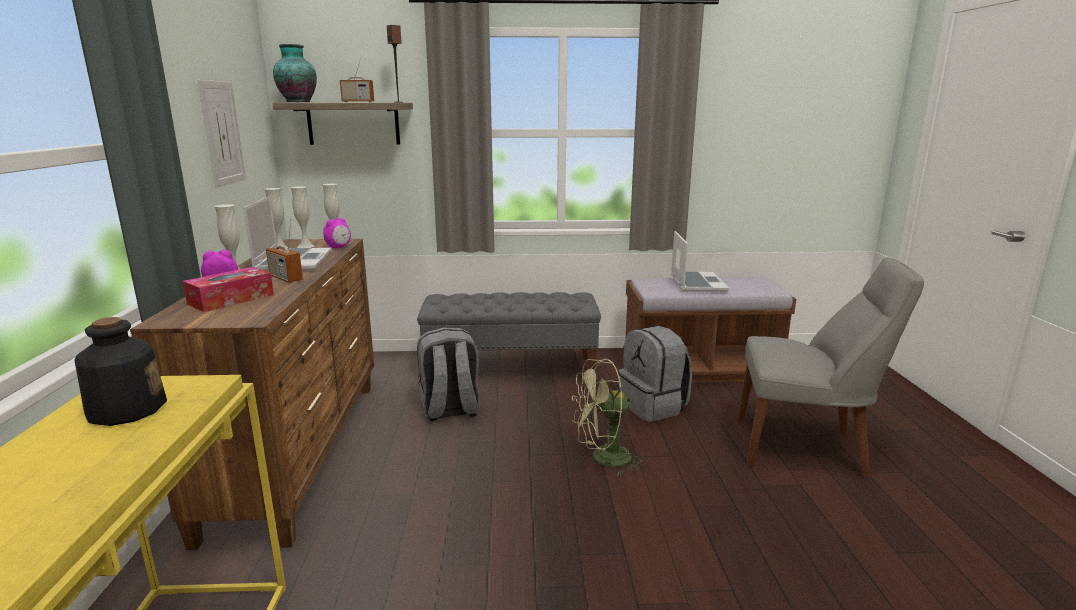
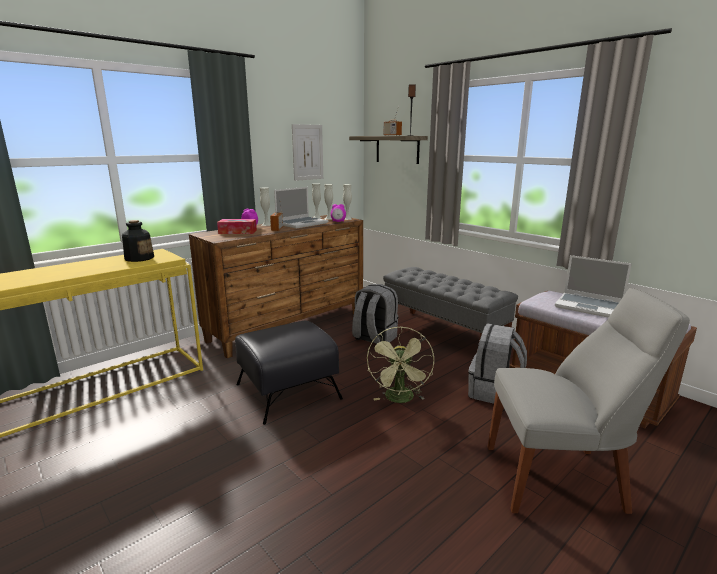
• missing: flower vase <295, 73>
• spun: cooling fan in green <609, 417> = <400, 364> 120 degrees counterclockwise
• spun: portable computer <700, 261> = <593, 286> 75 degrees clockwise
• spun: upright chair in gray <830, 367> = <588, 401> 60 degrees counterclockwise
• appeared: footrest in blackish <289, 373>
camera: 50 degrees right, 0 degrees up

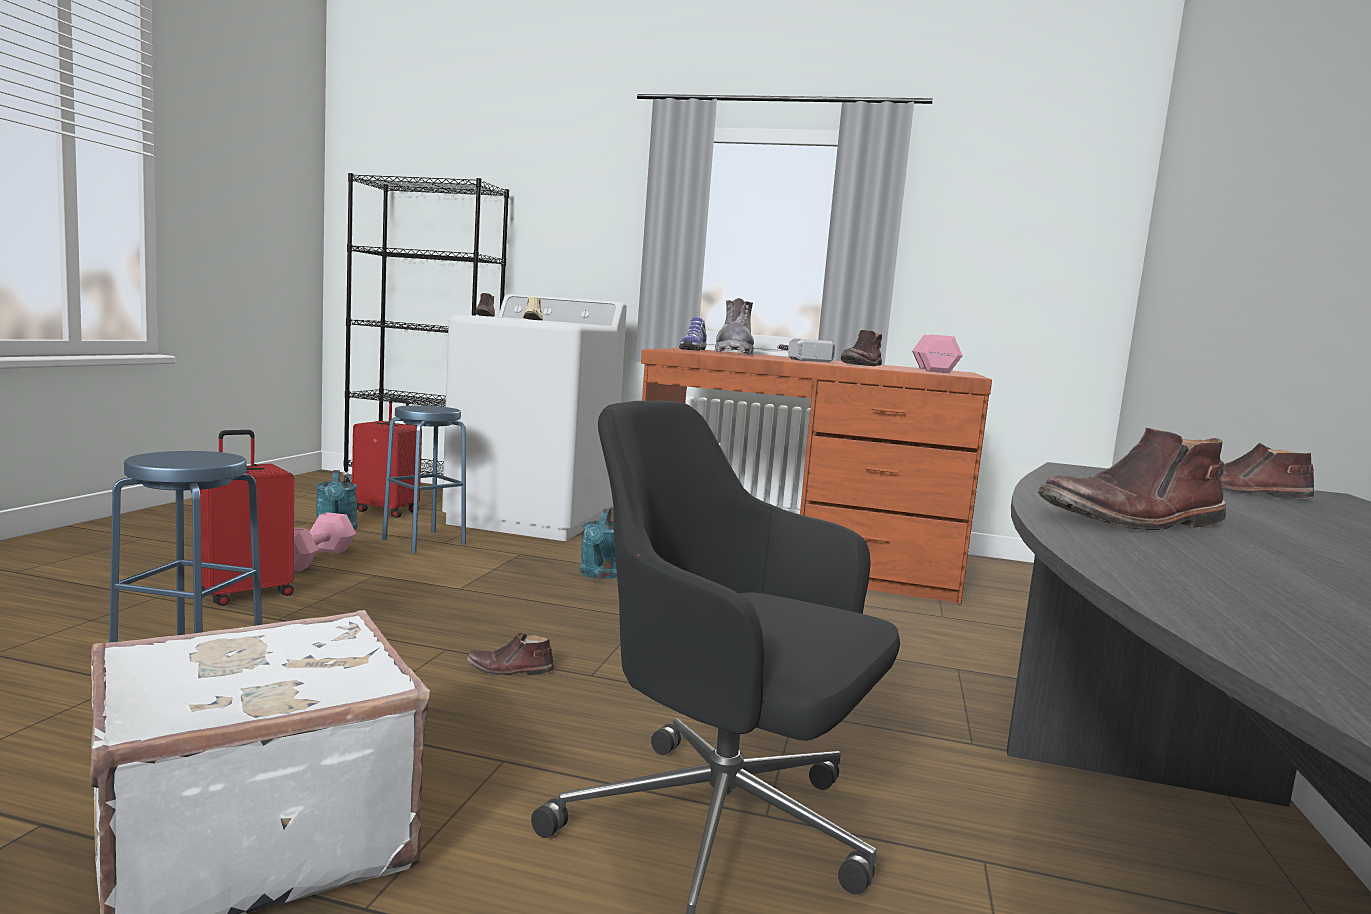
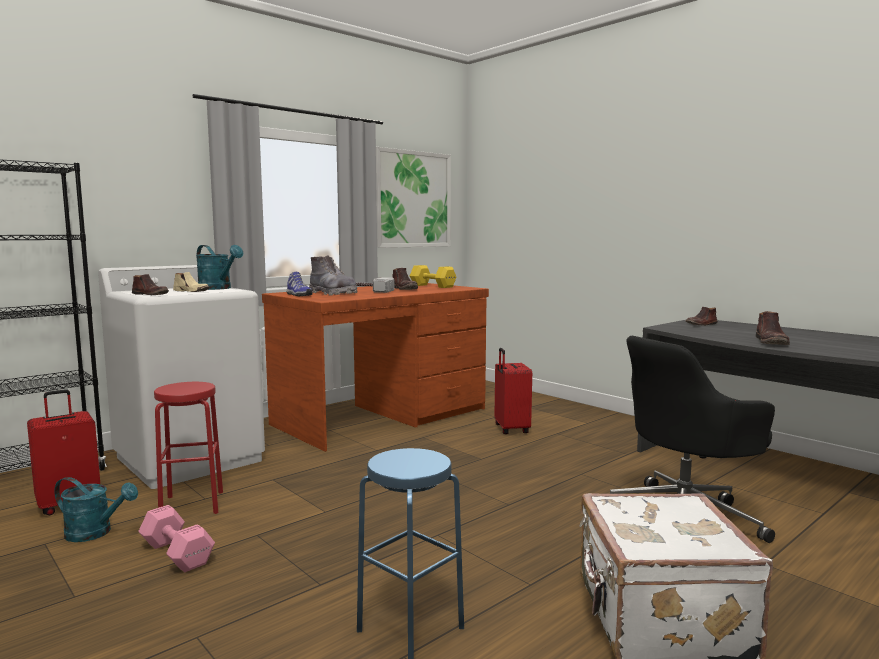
• relocated: suitcase in red <247, 518> to <513, 391>
• colour: sitting stool in blue <424, 479> to sitting stool in red <188, 448>
• missing: shoe in brownish <510, 654>
• relocated: watering can in turquoise <598, 543> to <219, 267>
• colour: free weight in pink-coloured <937, 354> to free weight in yellow <433, 276>
• appeared: picture <413, 197>
camera: 55 degrees left, 0 degrees up

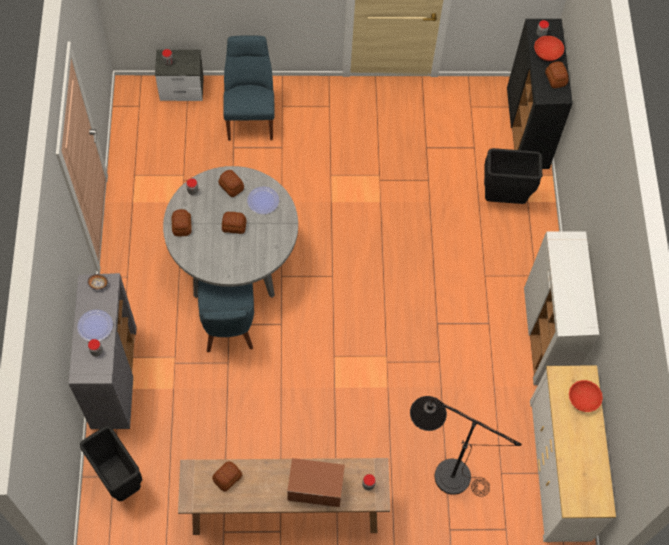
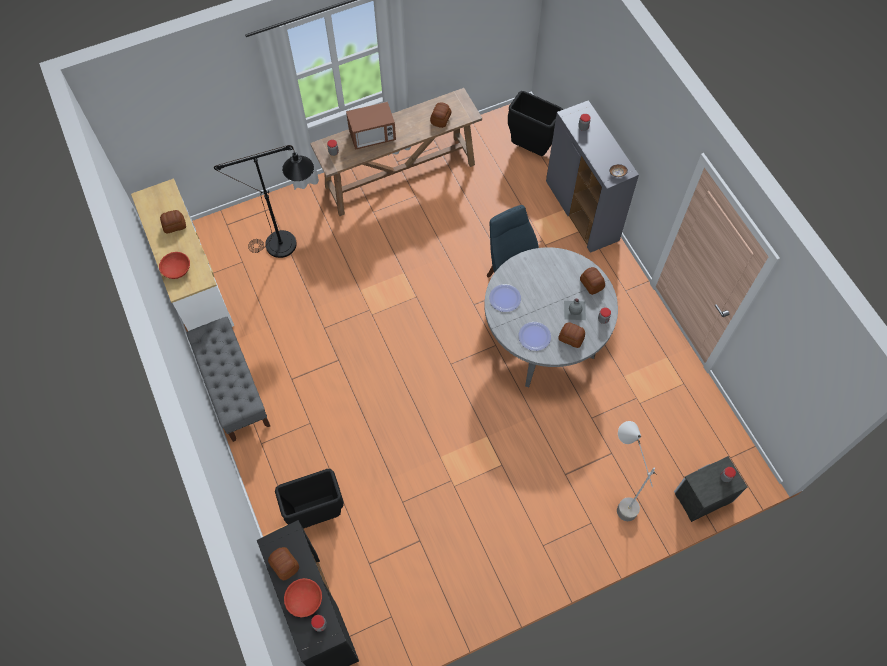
• relocated: dinner plate <95, 325> to <505, 298>
• relocated: baked bread <234, 223> to <173, 222>
• exchanged: upright chair in blue <248, 88> to floor lamp in gray <637, 471>
• exchanged: storage cabinet in white <561, 308> to indoor bench in gray <228, 379>
• appeared: drink bottle in gray <575, 309>
camera: 160 degrees right, 0 degrees up

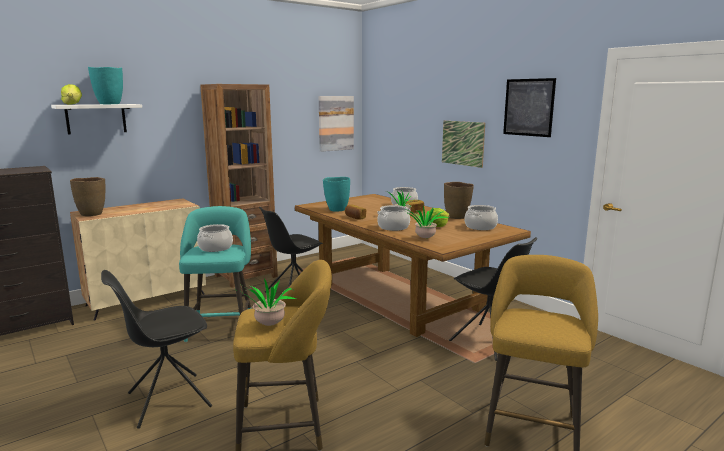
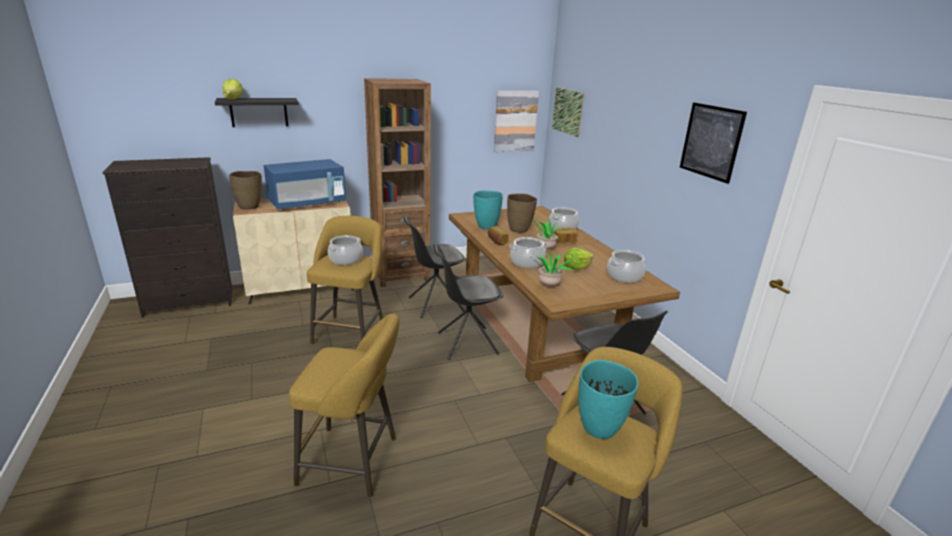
• colour: shelf in white <96, 119> to shelf in blackish <257, 112>
• relocated: flower vase in turquoise <105, 85> to <608, 399>
• relocated: upright chair in blackish <156, 349> to <468, 301>
• colour: sitting stool in turquoise <215, 274> to sitting stool in yellow <345, 280>
• missing: potted plant <266, 302>
• relocated: picture <463, 144> to <568, 112>
• relocated: flower vase in brownish <459, 200> to <522, 213>
• appeared: microwave oven in blue <305, 184>
camera: 15 degrees right, 10 degrees up

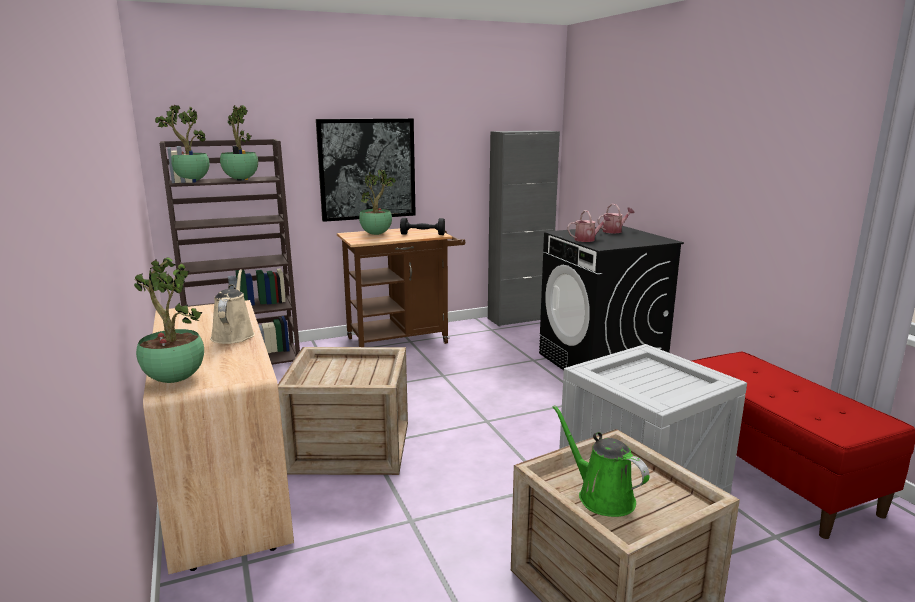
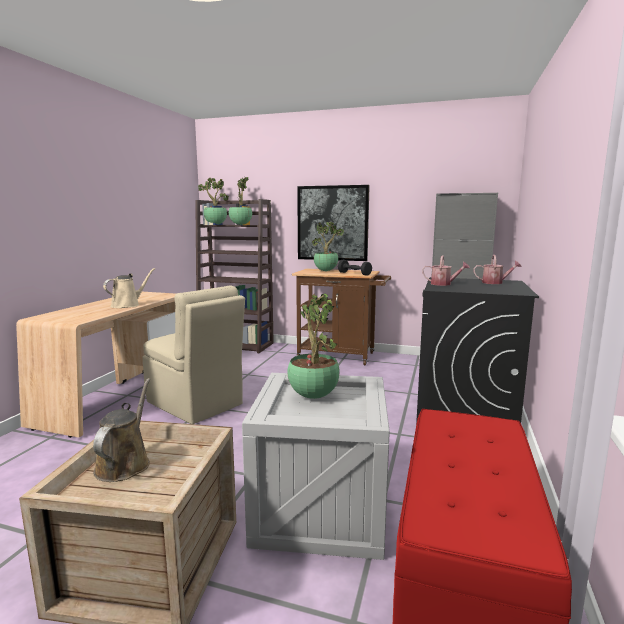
• relocated: potted plant <168, 320> to <313, 346>
• exchanged: shipping crate <343, 411> to upright chair in beige-coloured <194, 354>
• colour: watering can in green <601, 461> to watering can in brownish <121, 430>
camera: 40 degrees right, 5 degrees down

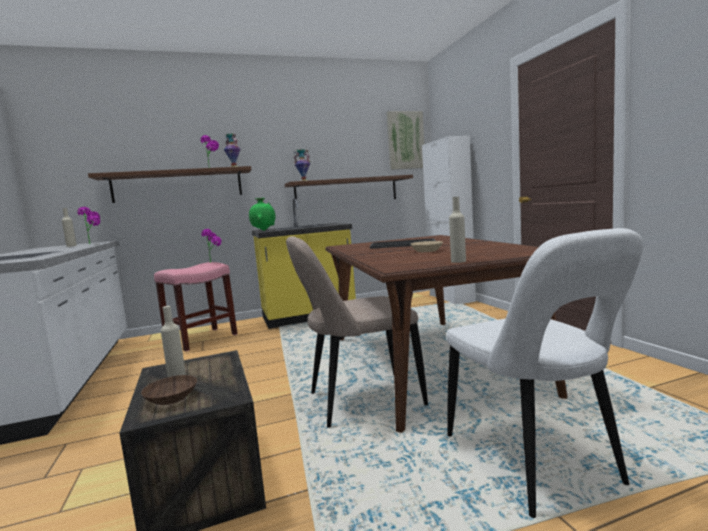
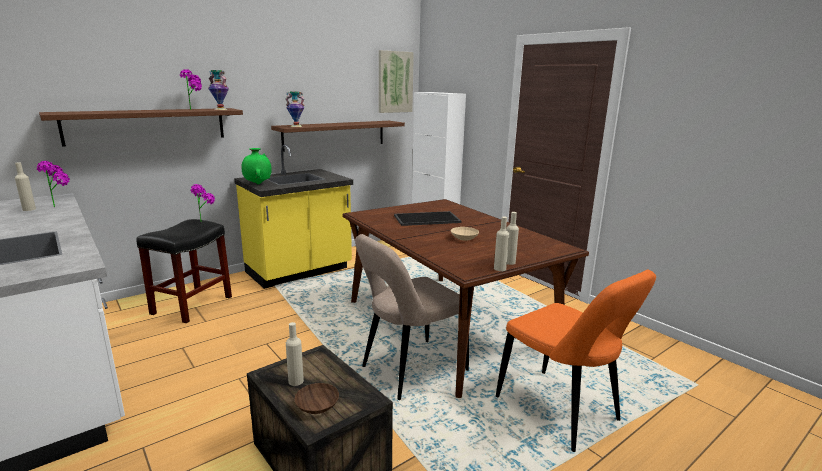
• colour: sitting stool in pink-coloured <196, 306> to sitting stool in blackish <184, 271>
• colour: upright chair in white <545, 373> to upright chair in orange-coloured <576, 361>
• appeared: drink bottle in beige-coloured <501, 243>
camera: 20 degrees left, 10 degrees up

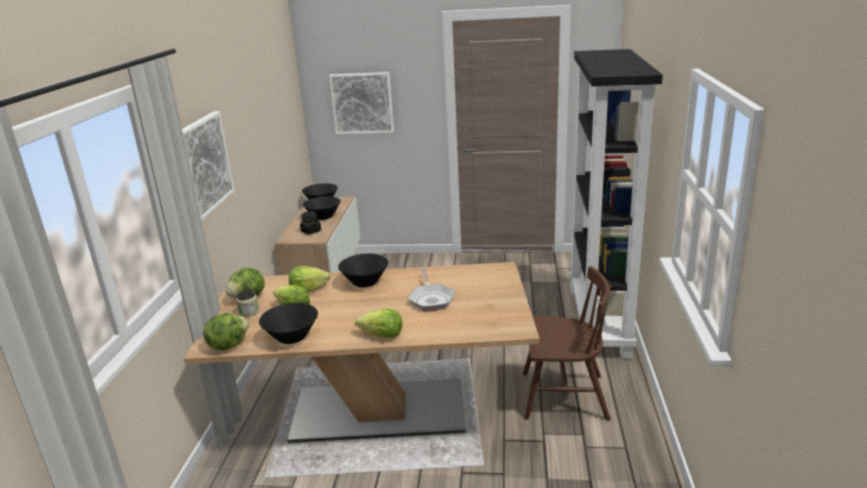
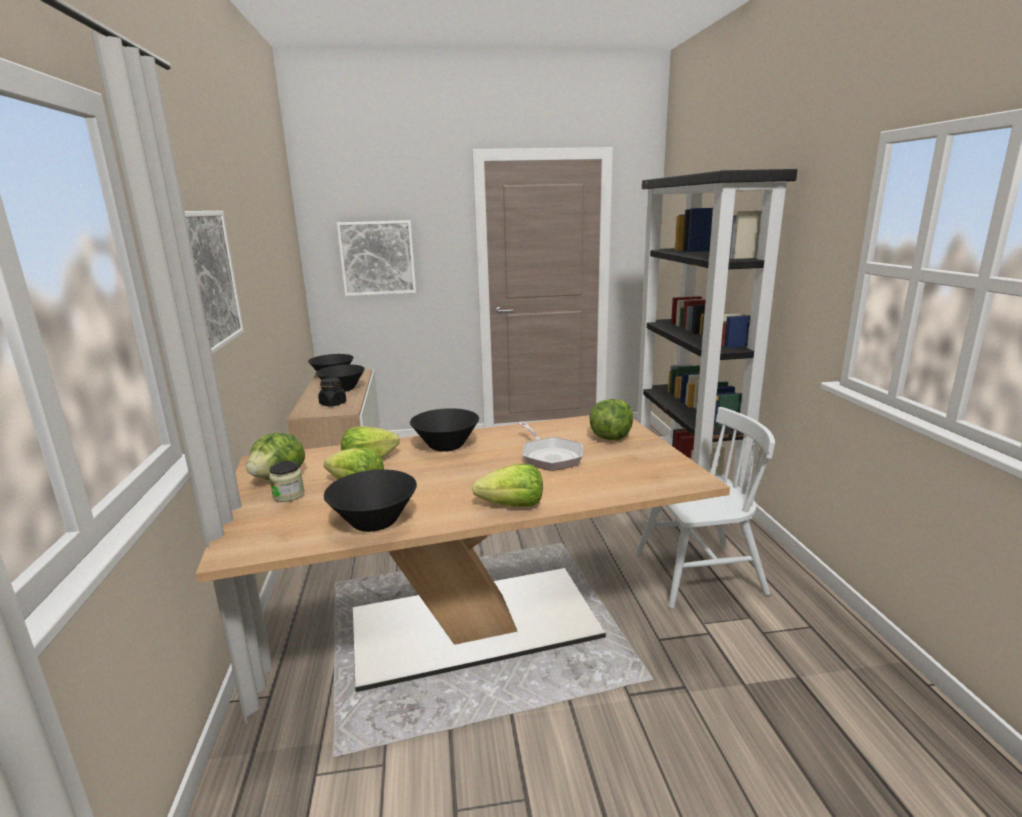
• relocated: lettuce <226, 331> to <611, 419>
• colour: upright chair in brownish <567, 343> to upright chair in white <705, 507>
camera: 15 degrees left, 5 degrees down

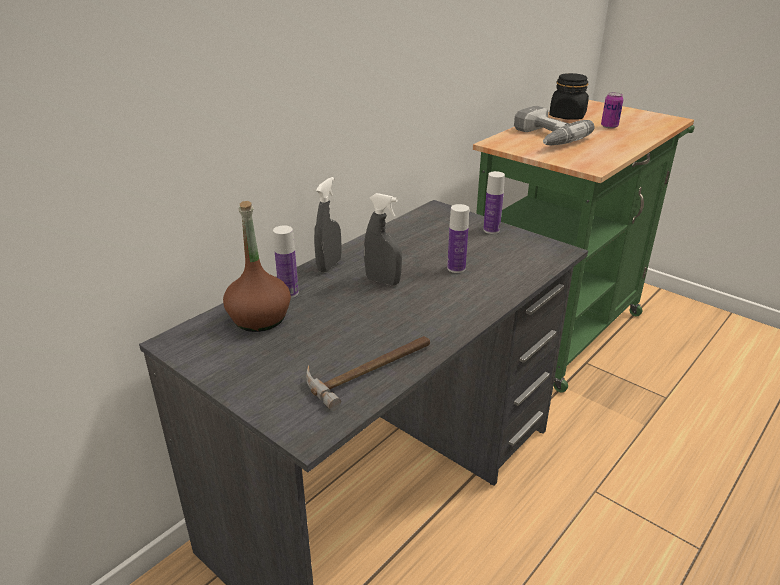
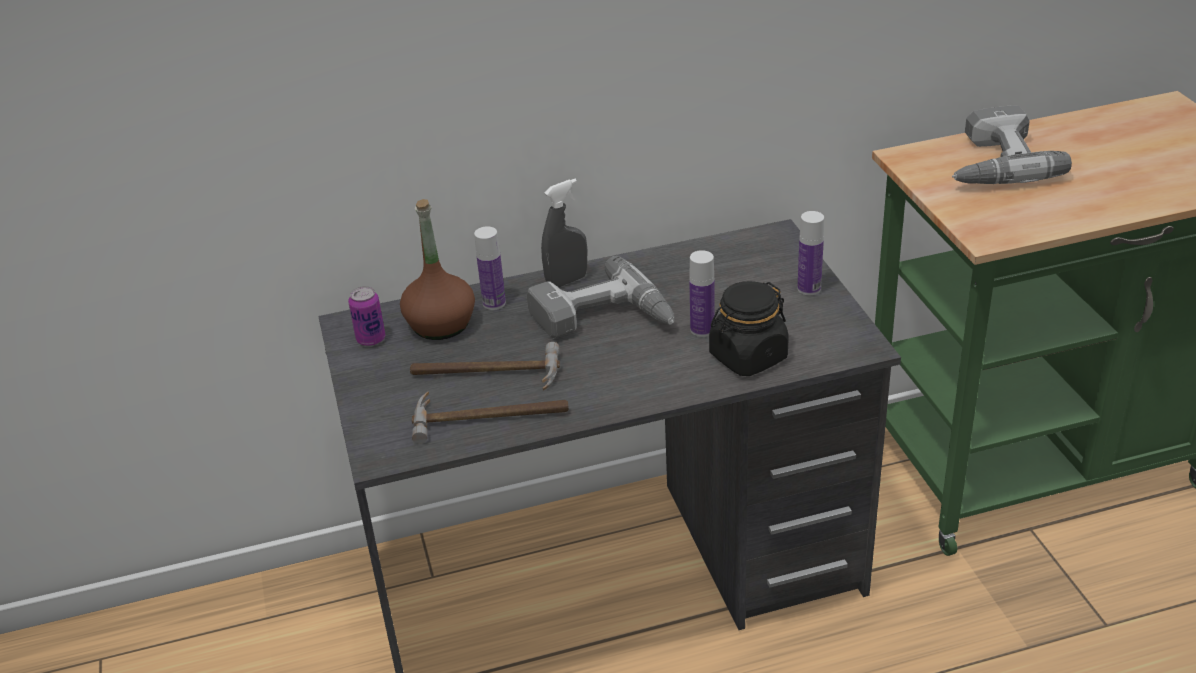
• exchanged: hand sprayer in gray <383, 239> to electric drill <601, 297>
• relocated: jar in blackish <569, 96> to <749, 328>
• relocated: can <612, 110> to <366, 316>
• appeared: hammer <485, 366>
camera: 35 degrees right, 5 degrees up

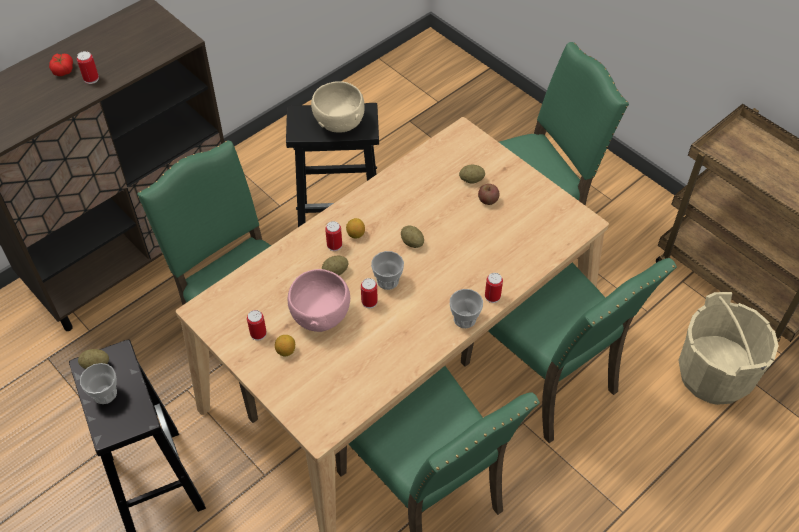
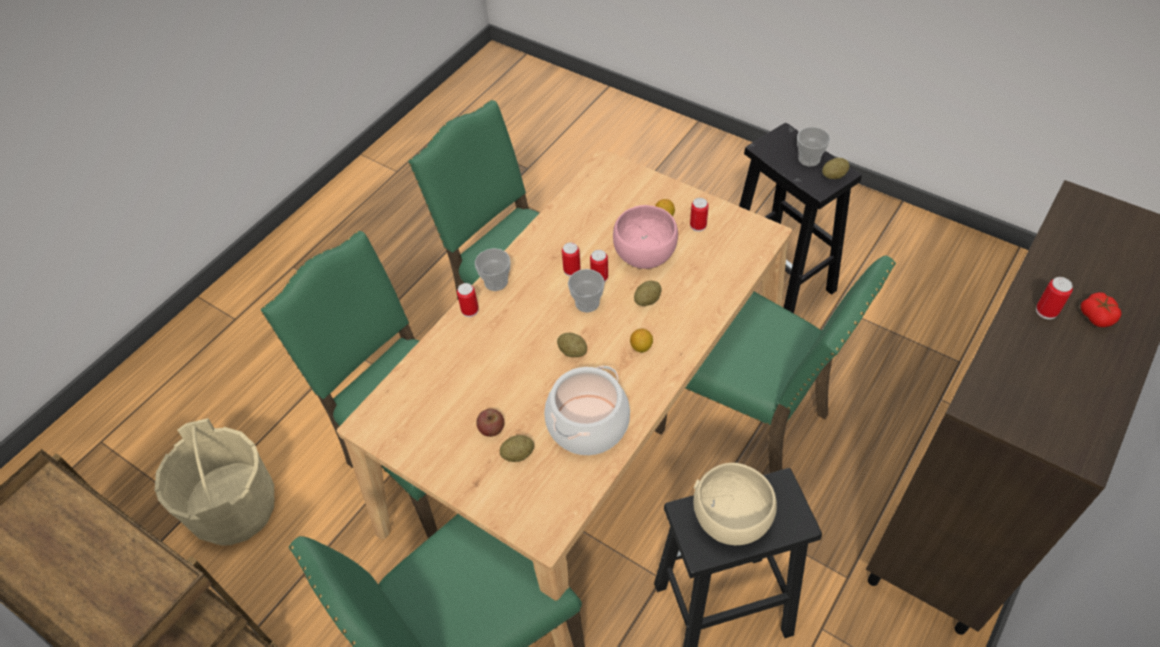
• relocated: can <333, 236> to <571, 259>
• appeared: saucepot <587, 410>
camera: 170 degrees right, 0 degrees up

